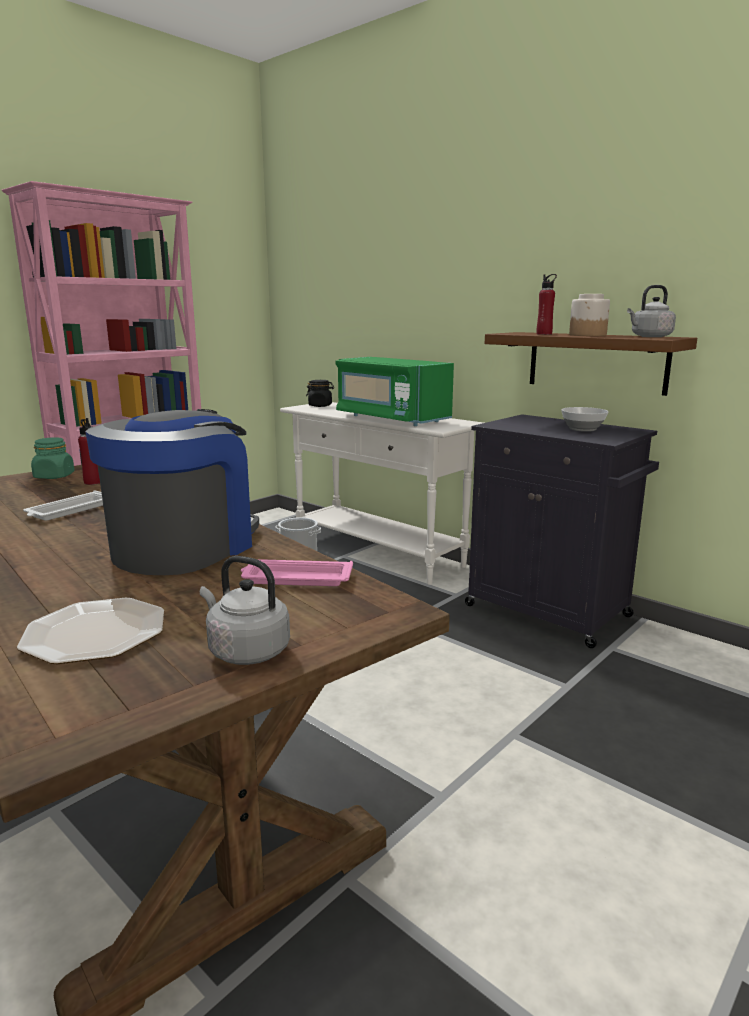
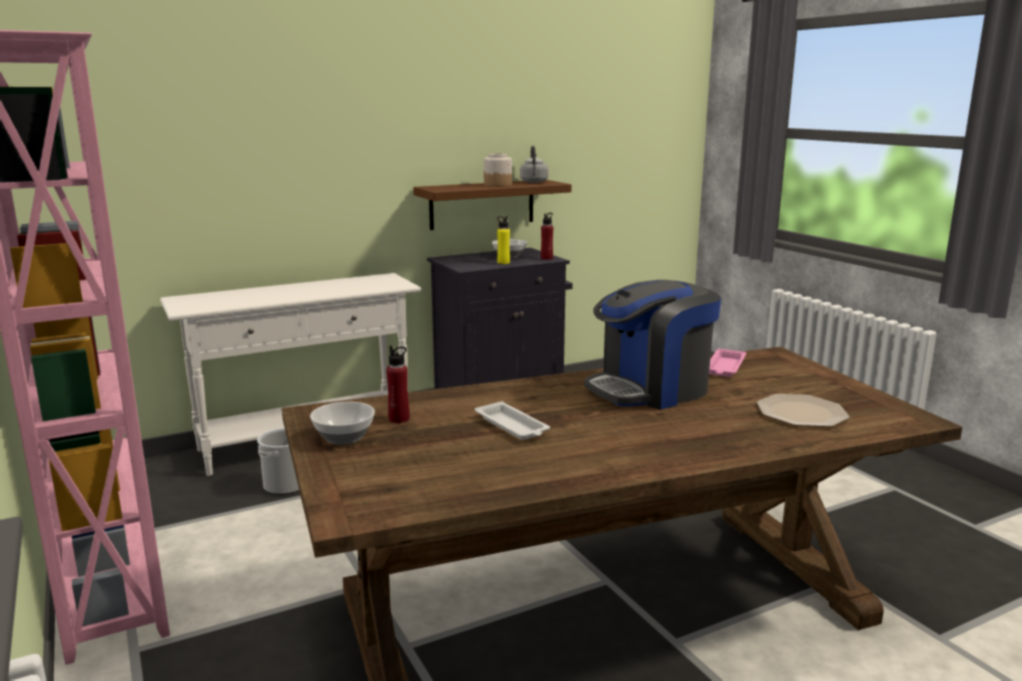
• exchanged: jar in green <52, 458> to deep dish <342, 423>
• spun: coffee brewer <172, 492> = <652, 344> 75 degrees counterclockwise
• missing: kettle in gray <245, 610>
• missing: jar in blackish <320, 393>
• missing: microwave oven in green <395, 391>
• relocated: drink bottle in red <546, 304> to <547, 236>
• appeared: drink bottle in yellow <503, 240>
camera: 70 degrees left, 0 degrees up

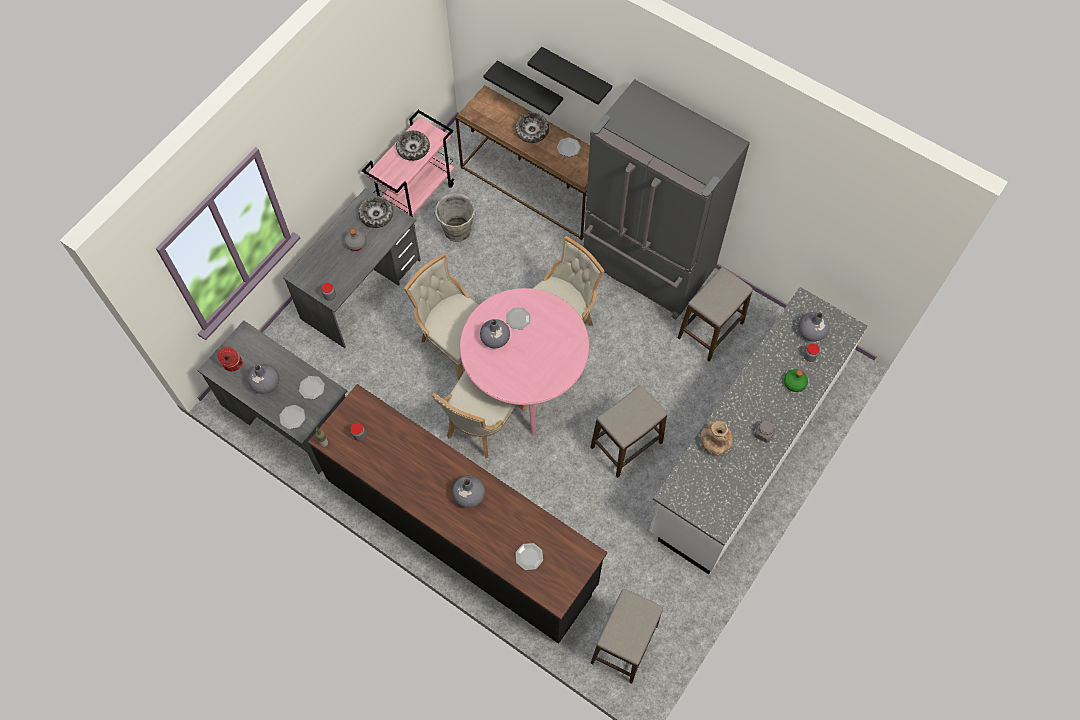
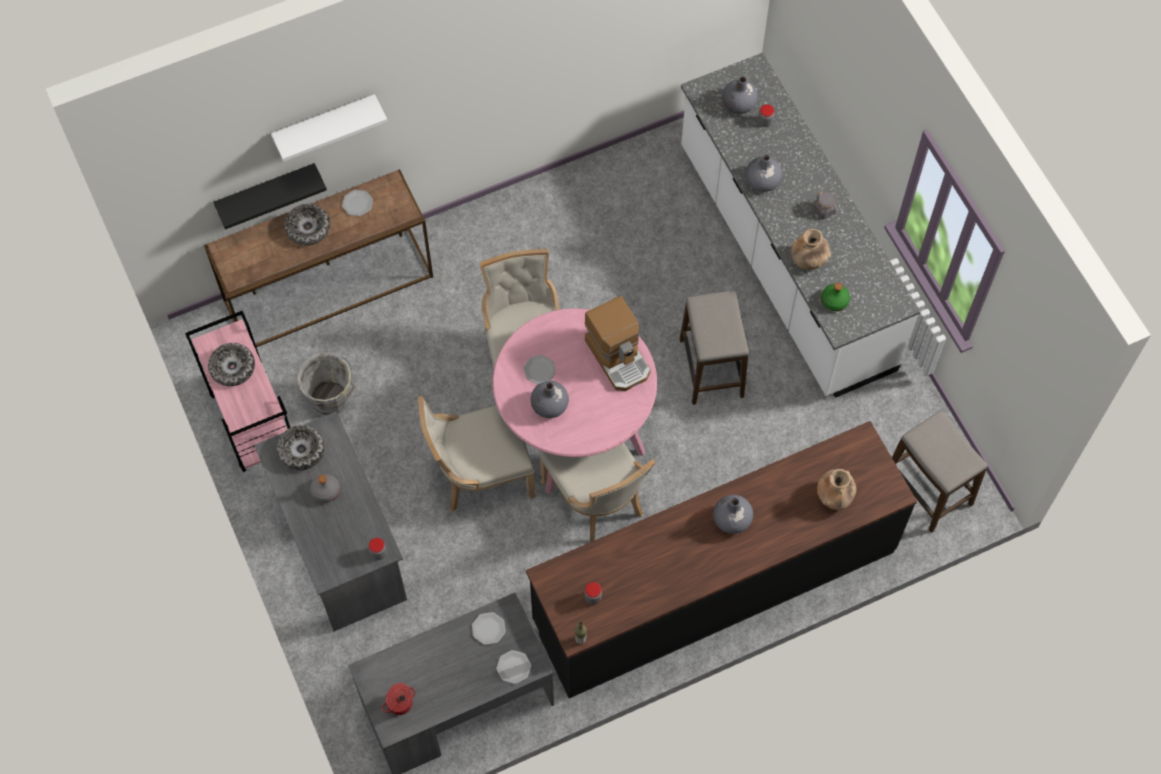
• relocated: flower vase in gray <263, 379> to <763, 173>
• exchanged: dinner plate <529, 556> to flower vase in brownish <836, 489>
• colour: shelf in blackish <569, 76> to shelf in white <329, 128>
• missing: refrigerator in gray <667, 199>
• missing: sitting stool <715, 314>
• relocated: drink bottle in green <796, 380> to <835, 297>
• appeared: coffee brewer <618, 343>
camera: 60 degrees left, 0 degrees up

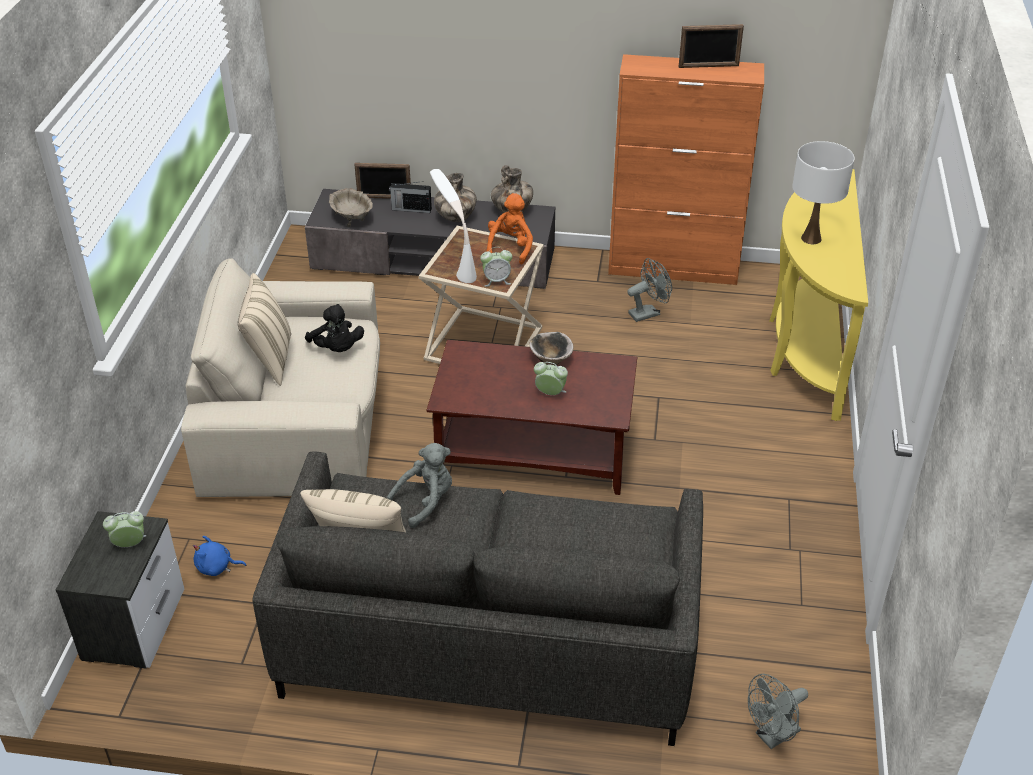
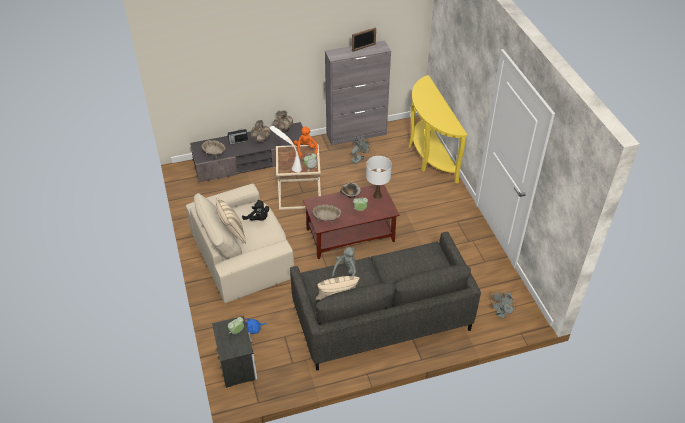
• missing: picture frame <382, 181>
• colour: storage cabinet in orange-coloured <686, 169> to storage cabinet in gray <358, 93>
• relocated: table lamp in white <823, 192> to <379, 177>
• appeared: deep dish in beige-coloured <327, 214>
camera: 25 degrees left, 5 degrees up

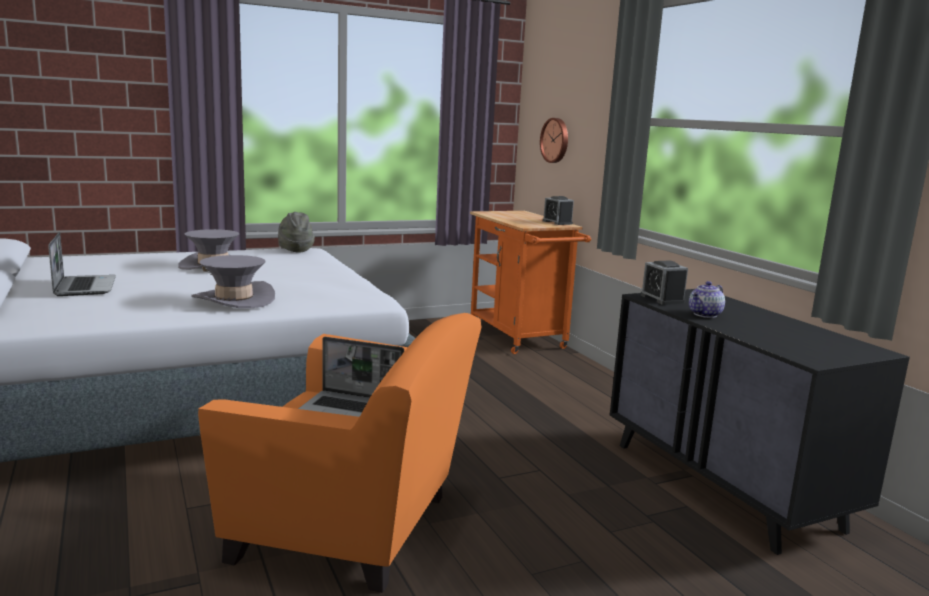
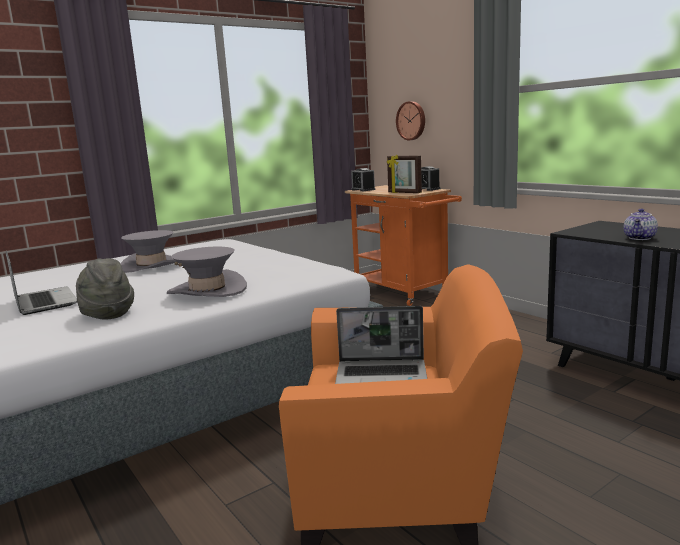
• relocated: hat in gray <296, 232> to <105, 288>
• relocated: bedside clock <664, 283> to <363, 179>
• appeared: picture frame <404, 174>
camera: 10 degrees left, 0 degrees up

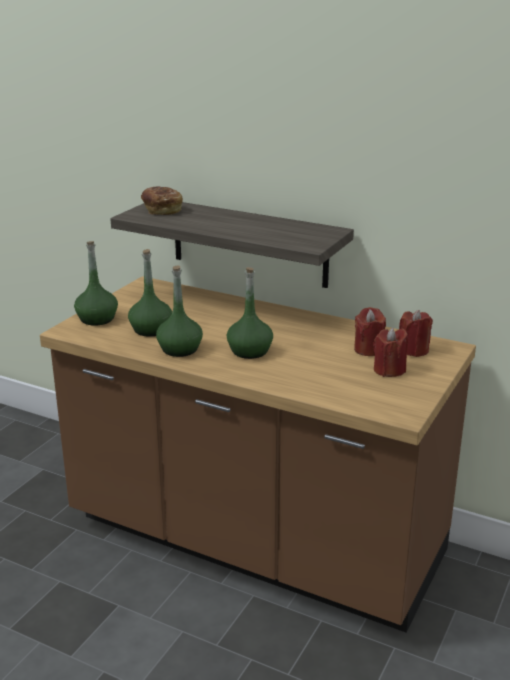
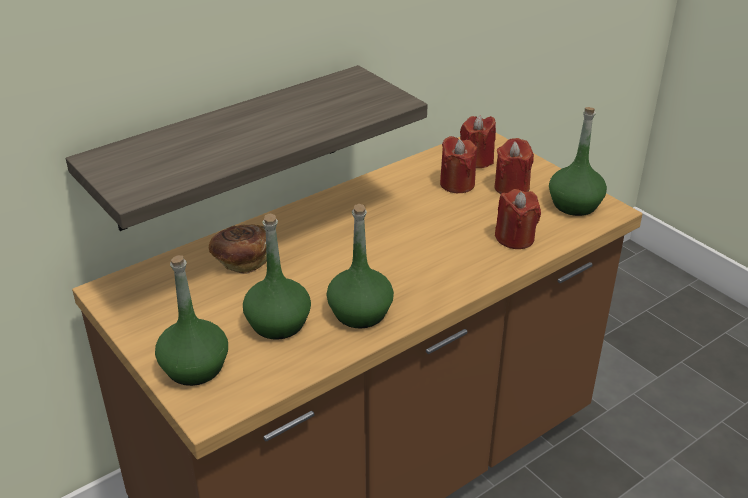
• relocated: baked bread <162, 201> to <237, 249>
• relocated: drink bottle in green <250, 313> to <578, 161>
• appeared: wax candle in red <518, 219>
camera: 65 degrees left, 10 degrees up

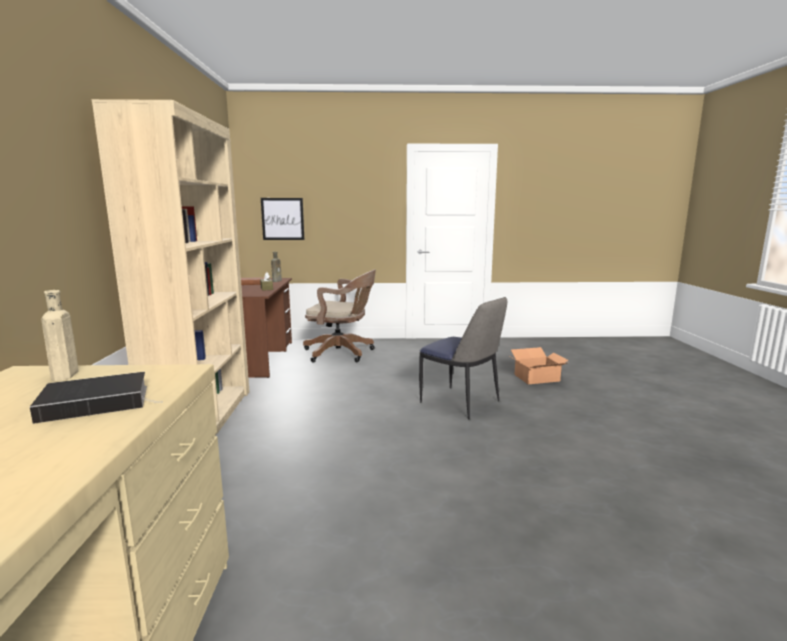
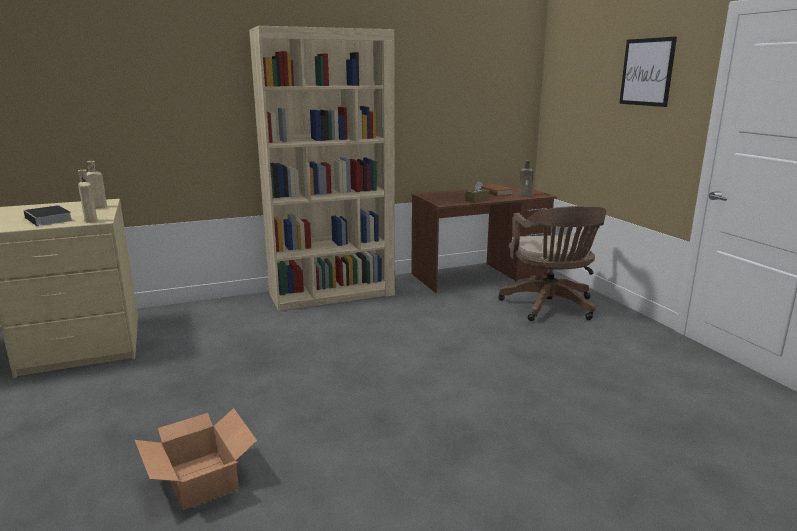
• relocated: picture <282, 219> to <648, 72>
• missing: upright chair <463, 358>
• relocated: cardboard box <539, 365> to <196, 459>
• appeared: drink bottle in beige-coloured <88, 196>
camera: 70 degrees right, 5 degrees up

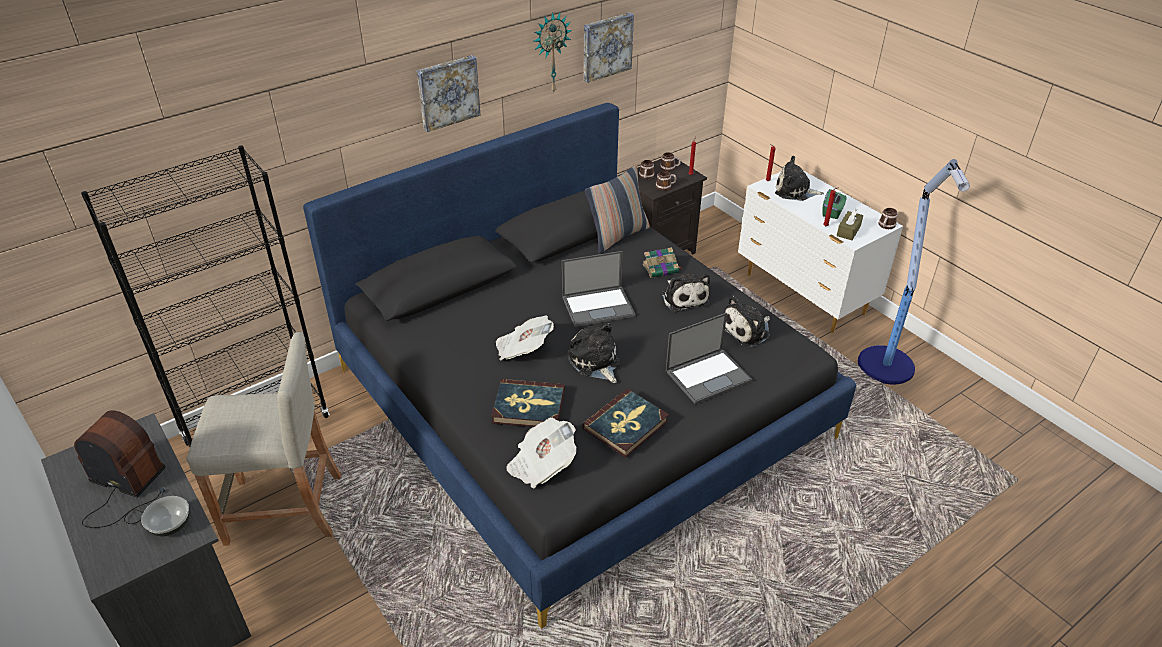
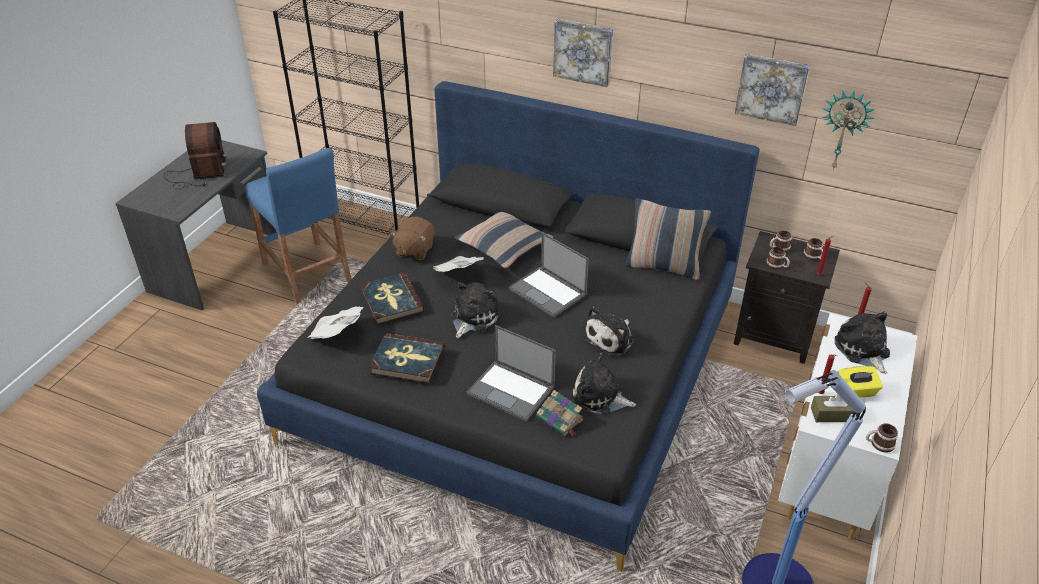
• missing: deep dish <165, 516>
• colour: sitting stool in beige-coloured <263, 438> to sitting stool in blue <298, 226>
• relocated: wall clock <553, 52> to <848, 130>
• relocated: bound book <662, 262> to <559, 413>
• colour: box of tissues in green <834, 204> to box of tissues in yellow <860, 382>
• appeared: soft toy in brownish <412, 238>
• appeared: cushion <504, 240>
camera: 60 degrees right, 0 degrees up

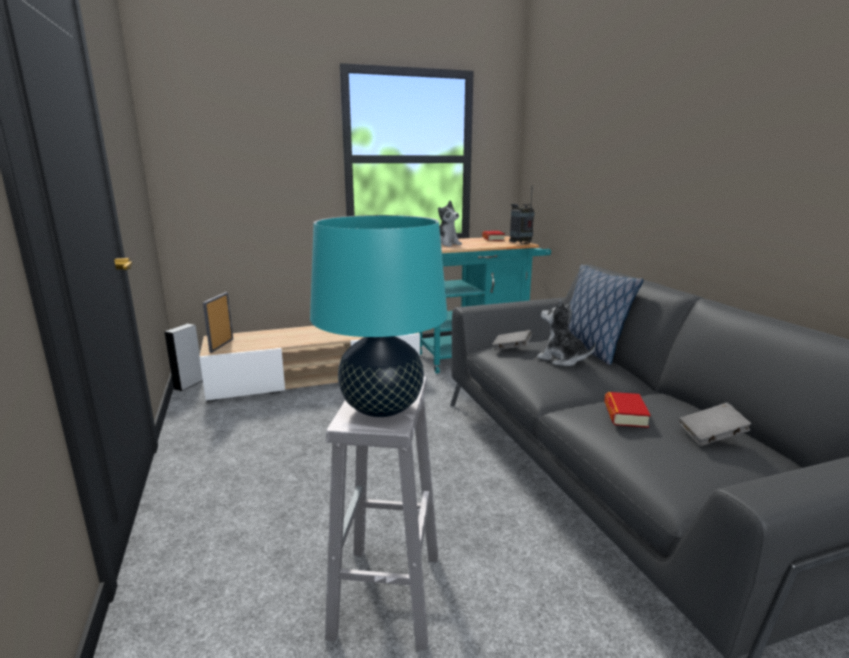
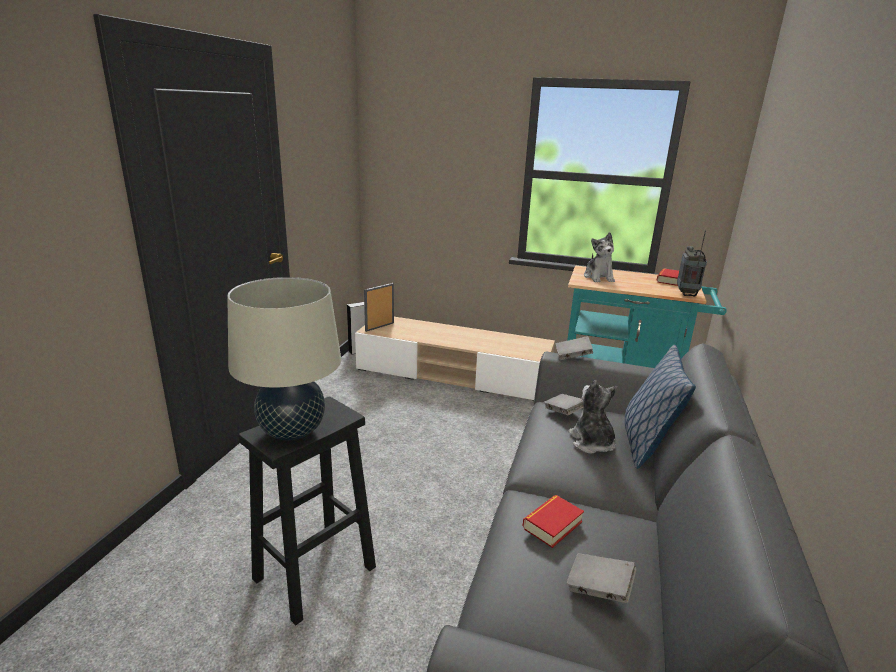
• colour: table lamp in turquoise <378, 316> to table lamp in beige-coloured <284, 358>
• colour: sitting stool in white <381, 513> to sitting stool in blackish <307, 511>
• appeared: bound book in gray <574, 348>
camera: 35 degrees right, 5 degrees up

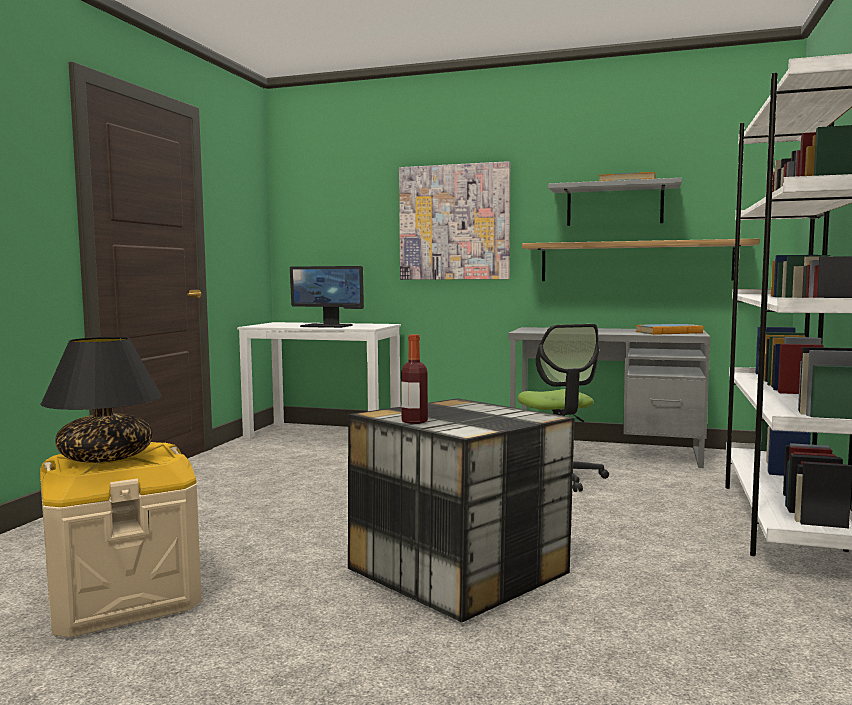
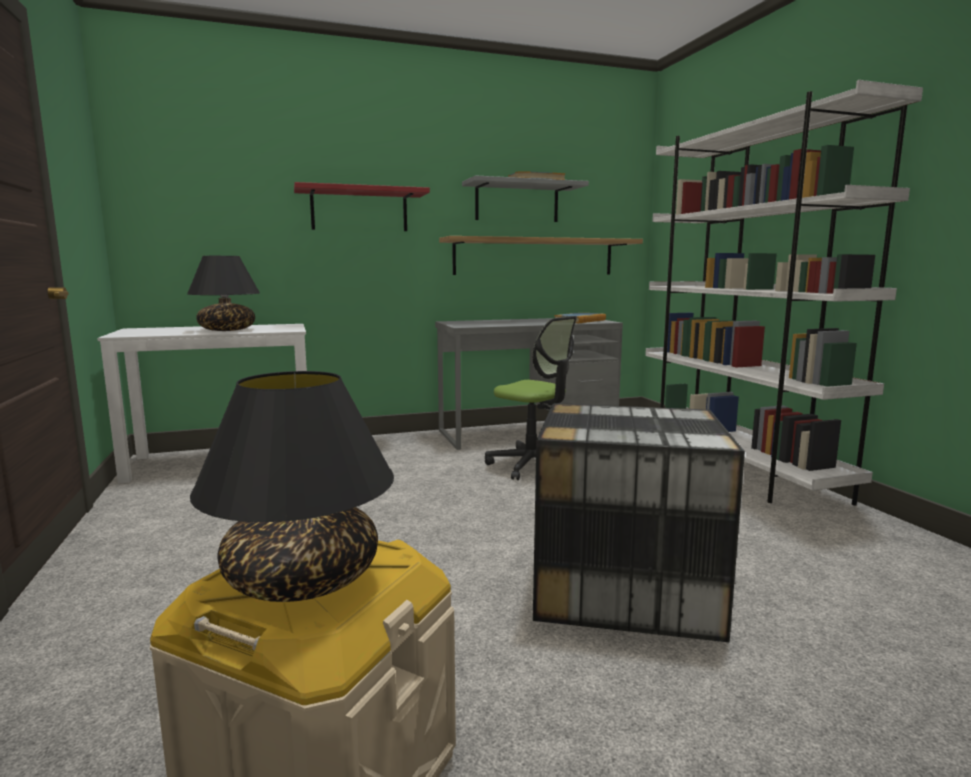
• exchanged: computer display <327, 297> to table lamp in blackish <223, 293>
• exchanged: picture <454, 220> to shelf in red <362, 206>
• missing: drink bottle <414, 379>
camera: 35 degrees left, 5 degrees up

